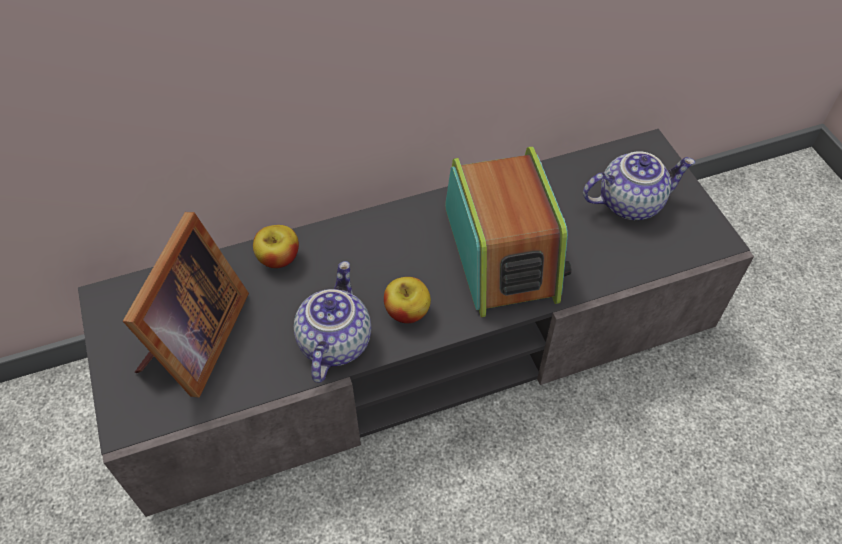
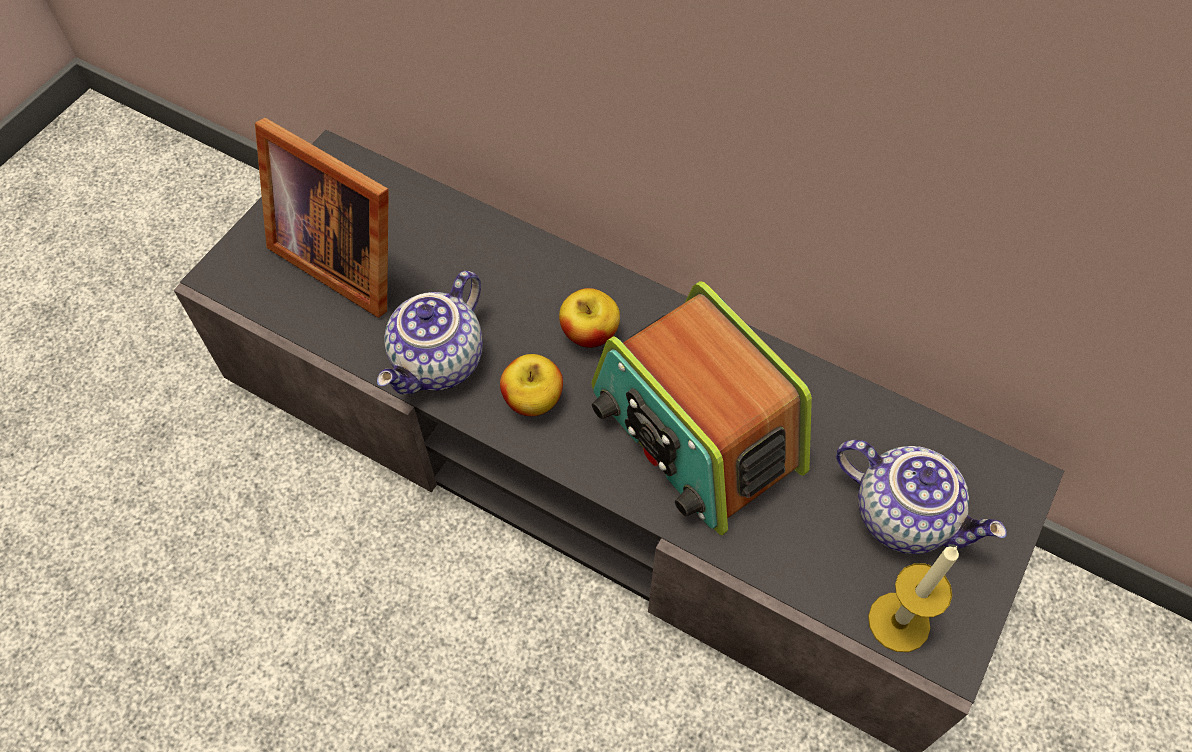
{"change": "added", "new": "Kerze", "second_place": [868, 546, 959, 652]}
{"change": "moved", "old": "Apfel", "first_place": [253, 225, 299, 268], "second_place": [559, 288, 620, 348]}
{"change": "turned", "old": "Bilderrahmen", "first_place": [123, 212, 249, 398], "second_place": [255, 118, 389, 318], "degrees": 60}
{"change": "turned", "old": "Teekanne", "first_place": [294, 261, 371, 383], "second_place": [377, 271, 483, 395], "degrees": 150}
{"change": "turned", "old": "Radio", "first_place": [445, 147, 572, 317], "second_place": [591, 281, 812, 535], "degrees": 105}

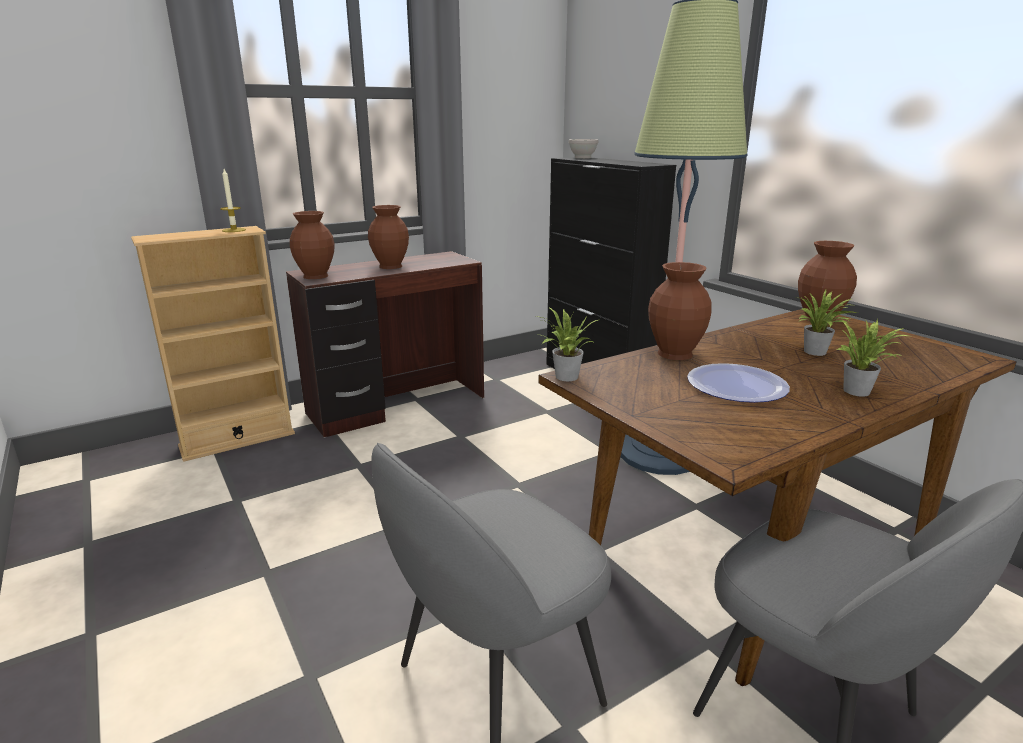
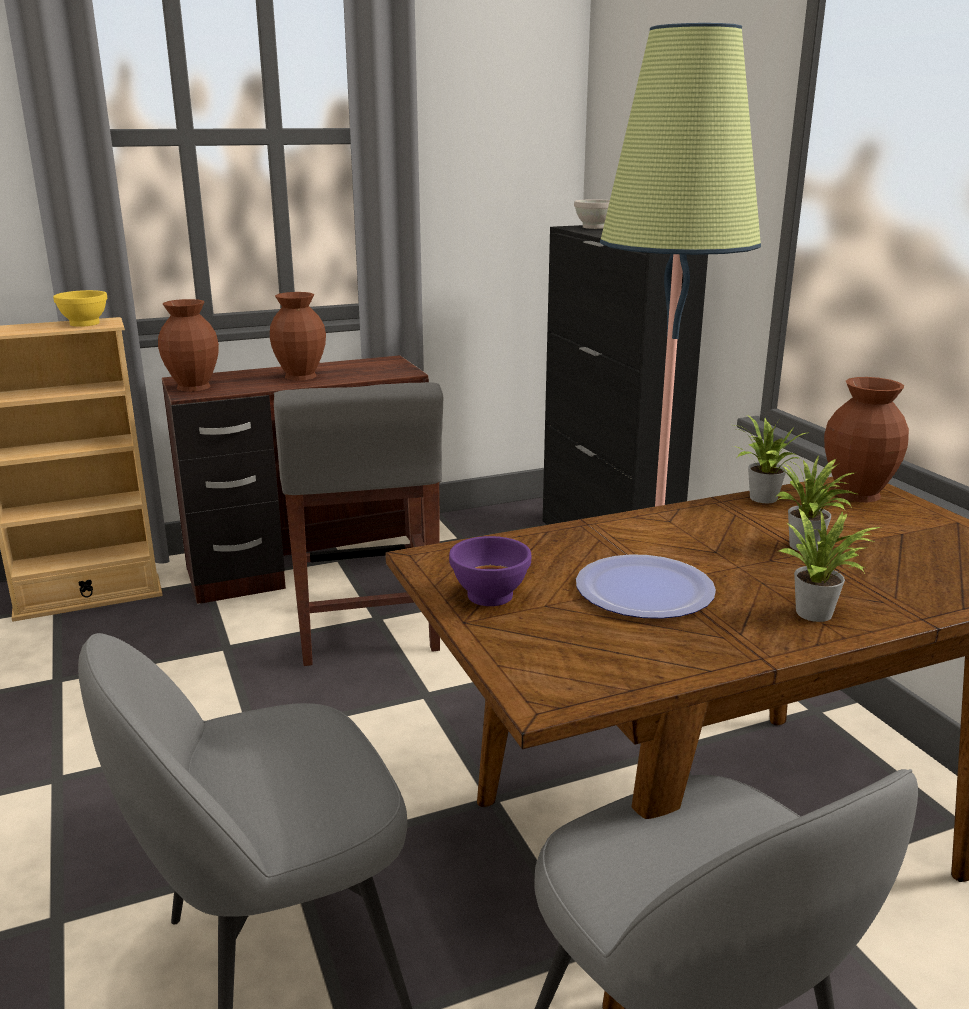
{"change": "removed", "old": "Vase (braun)", "first_place": [648, 262, 711, 360]}
{"change": "added", "new": "Hocker (grau)", "second_place": [274, 382, 443, 666]}
{"change": "added", "new": "Schüssel (lila)", "second_place": [449, 536, 531, 606]}
{"change": "moved", "old": "Topfpflanze", "first_place": [541, 307, 598, 381], "second_place": [732, 415, 806, 503]}
{"change": "replaced", "old": "Kerze", "new": "Schüssel (gelb)", "first_place": [220, 169, 246, 232], "second_place": [53, 290, 107, 327]}

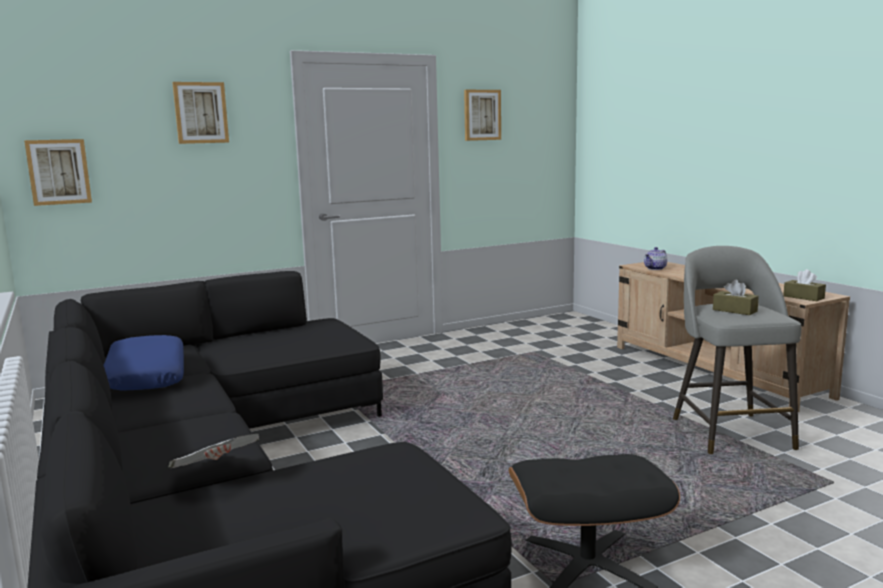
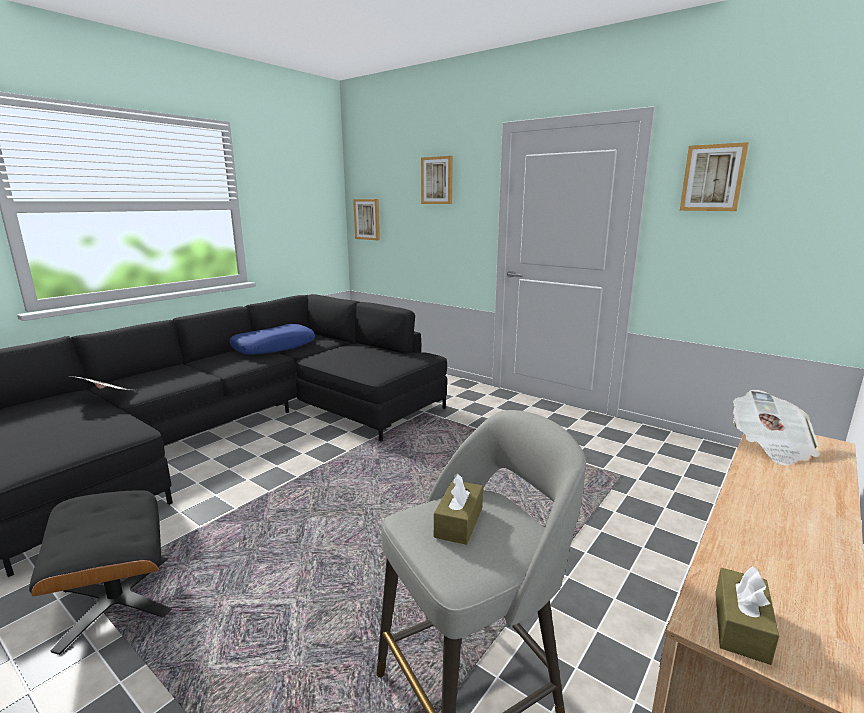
{"change": "replaced", "old": "Teekanne", "new": "Zeitung", "first_place": [644, 247, 667, 270], "second_place": [733, 390, 820, 465]}

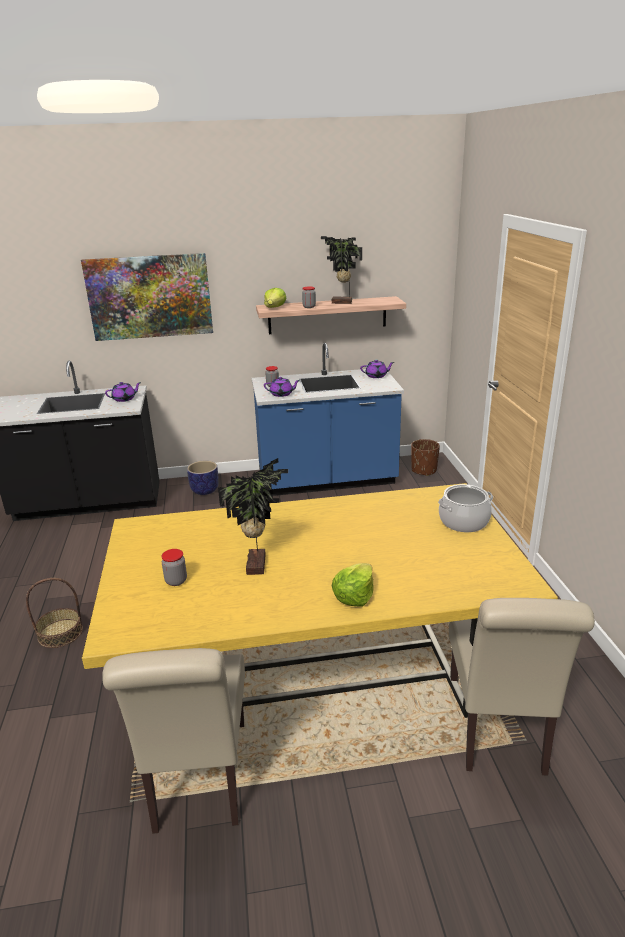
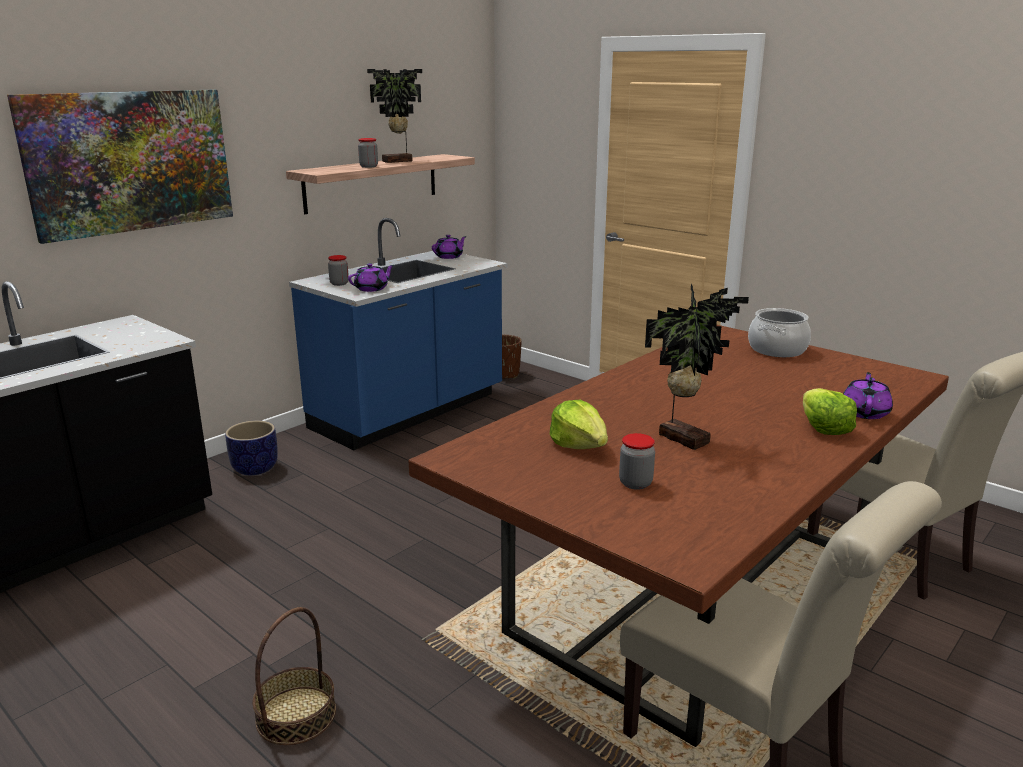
{"change": "moved", "old": "Teekanne (lila)", "first_place": [105, 382, 141, 402], "second_place": [843, 372, 893, 419]}
{"change": "moved", "old": "Salatkopf", "first_place": [264, 288, 286, 308], "second_place": [550, 400, 608, 449]}
{"change": "recoloured", "old": "Esstisch (gelb)", "new": "Esstisch (braun)", "first_place": [82, 483, 558, 718], "second_place": [409, 325, 949, 747]}

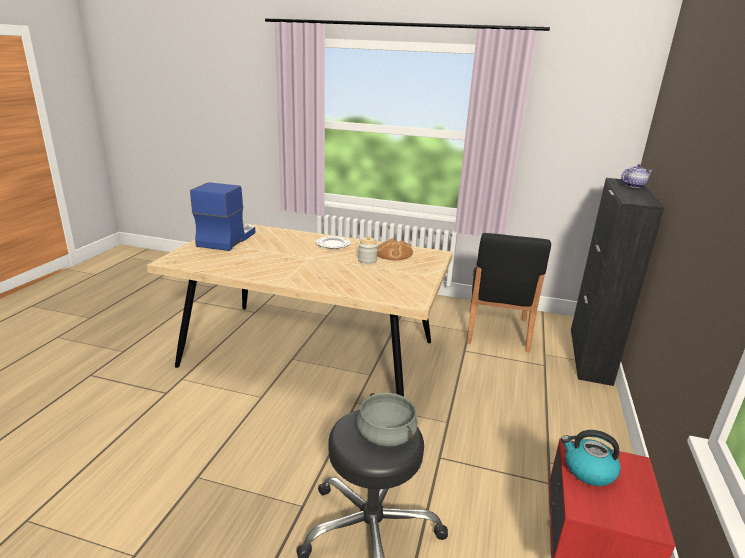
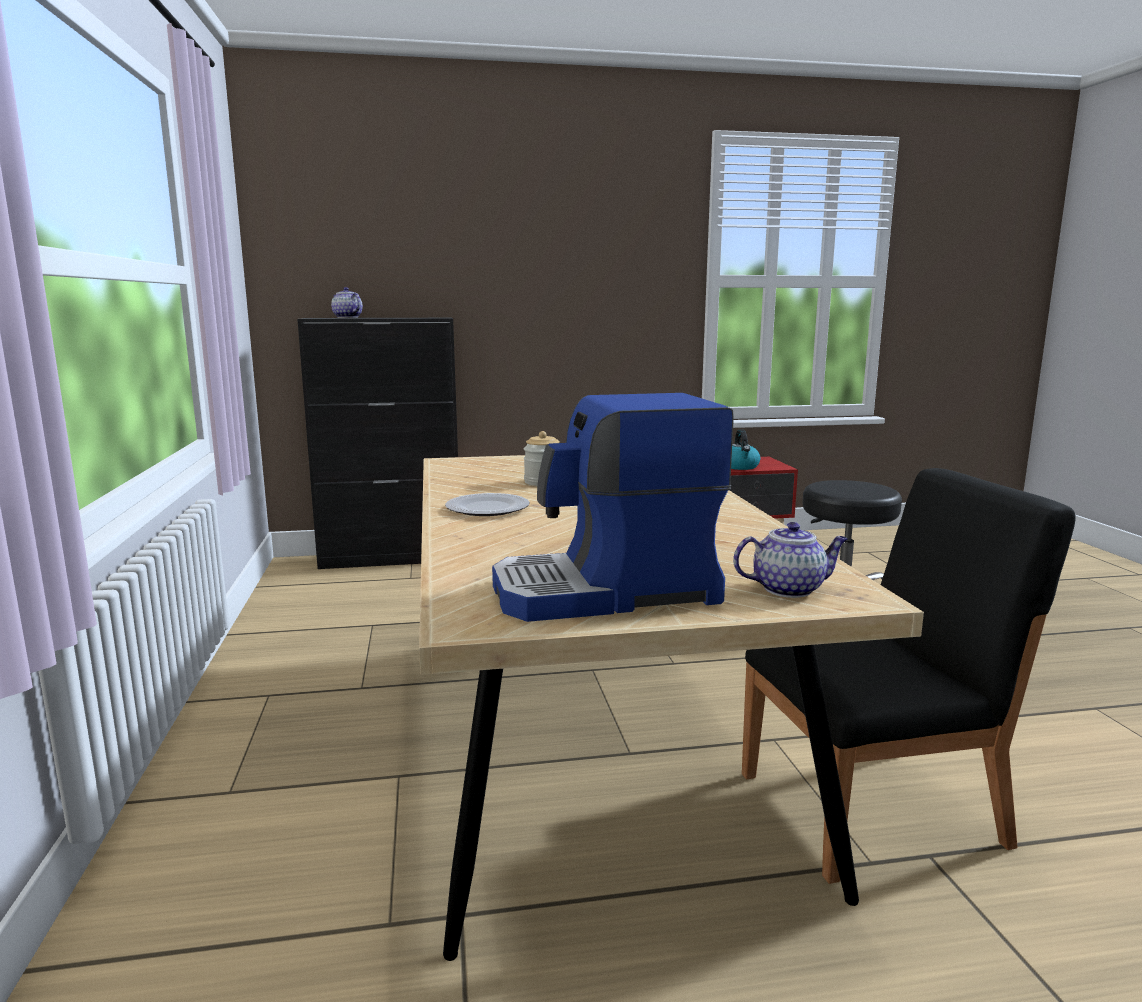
{"change": "removed", "old": "Kochtopf (grau)", "first_place": [357, 393, 418, 447]}
{"change": "removed", "old": "Brot", "first_place": [377, 238, 413, 261]}
{"change": "added", "new": "Teekanne", "second_place": [733, 522, 848, 598]}
{"change": "moved", "old": "Stuhl (schwarz)", "first_place": [467, 233, 551, 352], "second_place": [742, 468, 1075, 884]}

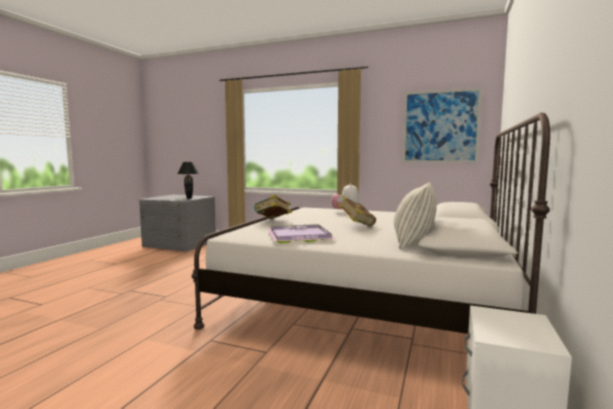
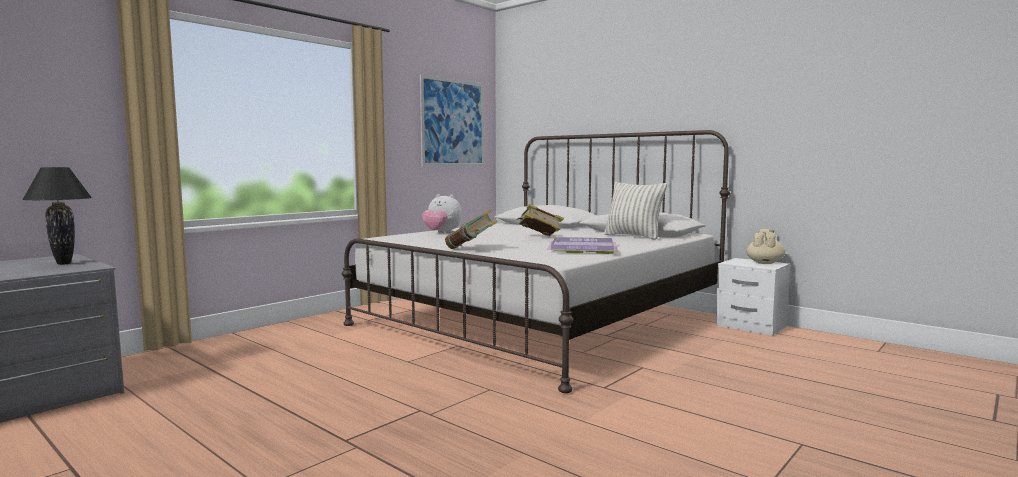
{"change": "added", "new": "Teekanne (beige)", "second_place": [747, 229, 785, 264]}

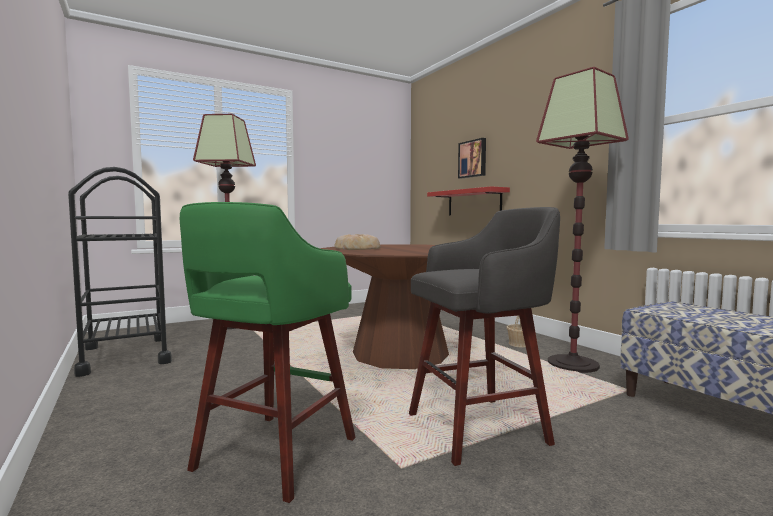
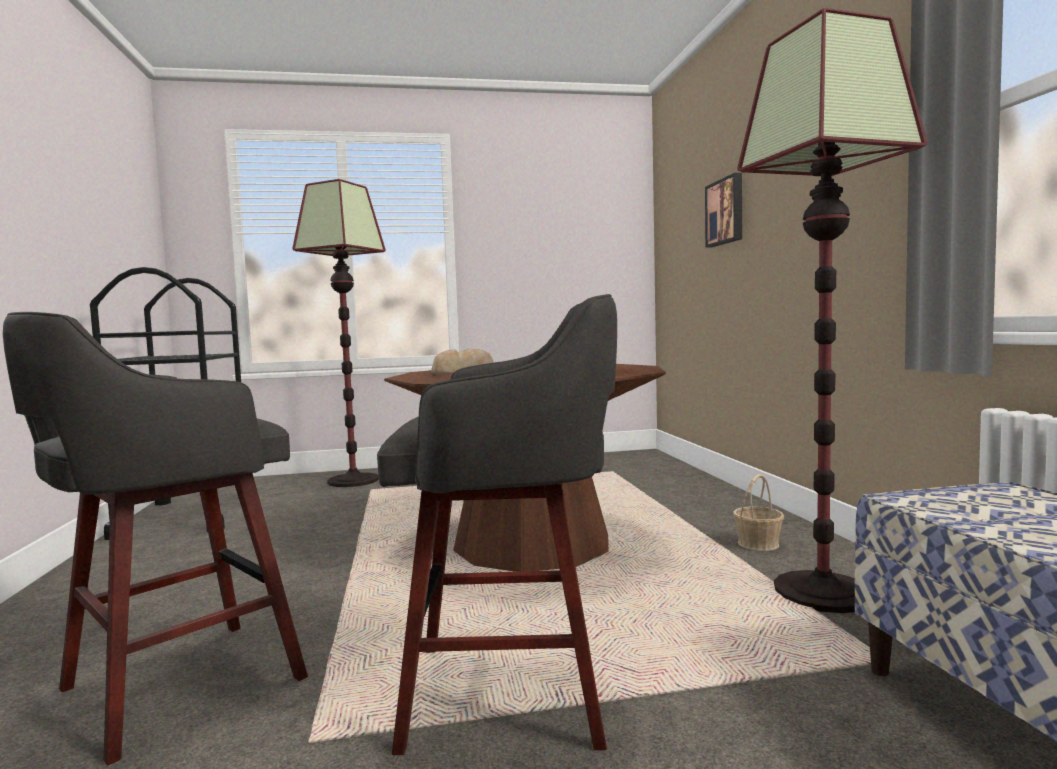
{"change": "removed", "old": "Wandregal (rot)", "first_place": [427, 186, 510, 215]}
{"change": "recoloured", "old": "Hocker (grün)", "new": "Hocker (grau)", "first_place": [180, 202, 356, 503], "second_place": [3, 312, 308, 765]}

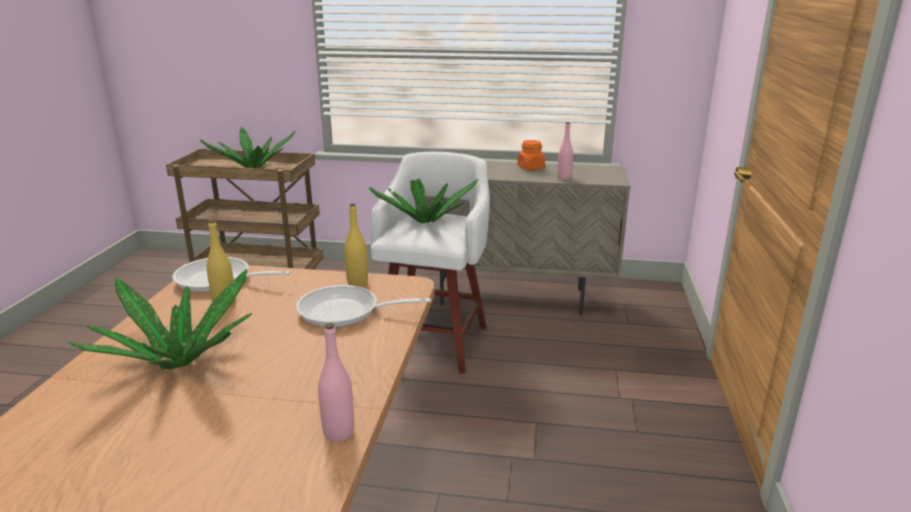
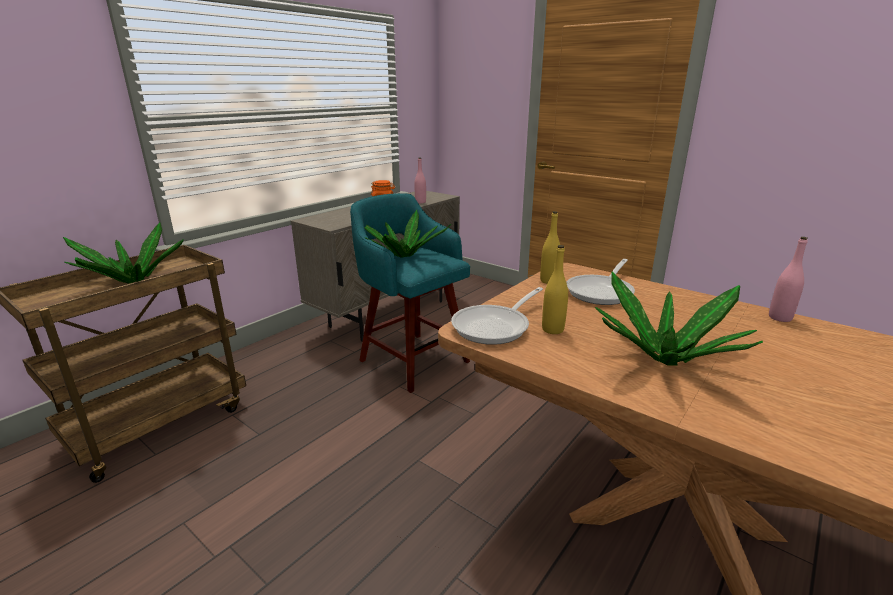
{"change": "recoloured", "old": "Hocker (weiß)", "new": "Hocker (türkis)", "first_place": [371, 152, 490, 374], "second_place": [350, 193, 470, 393]}

